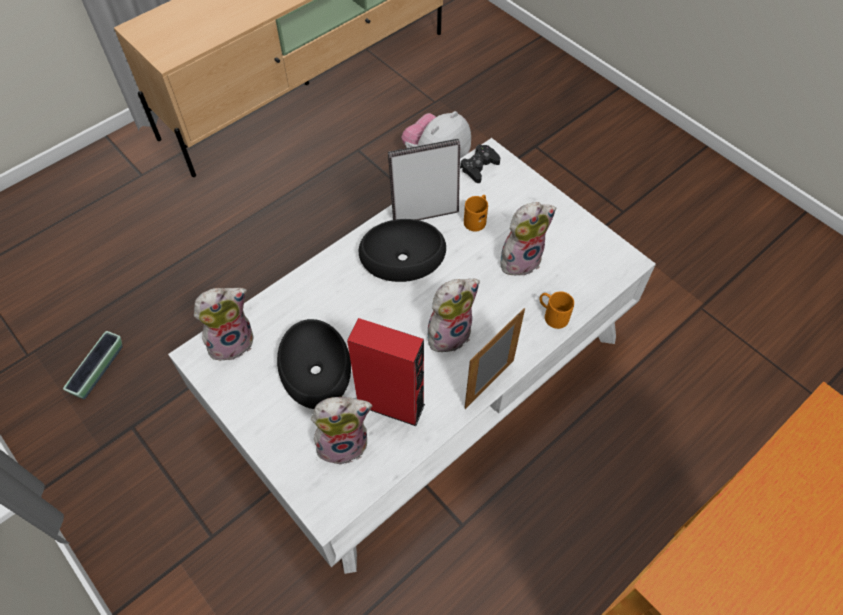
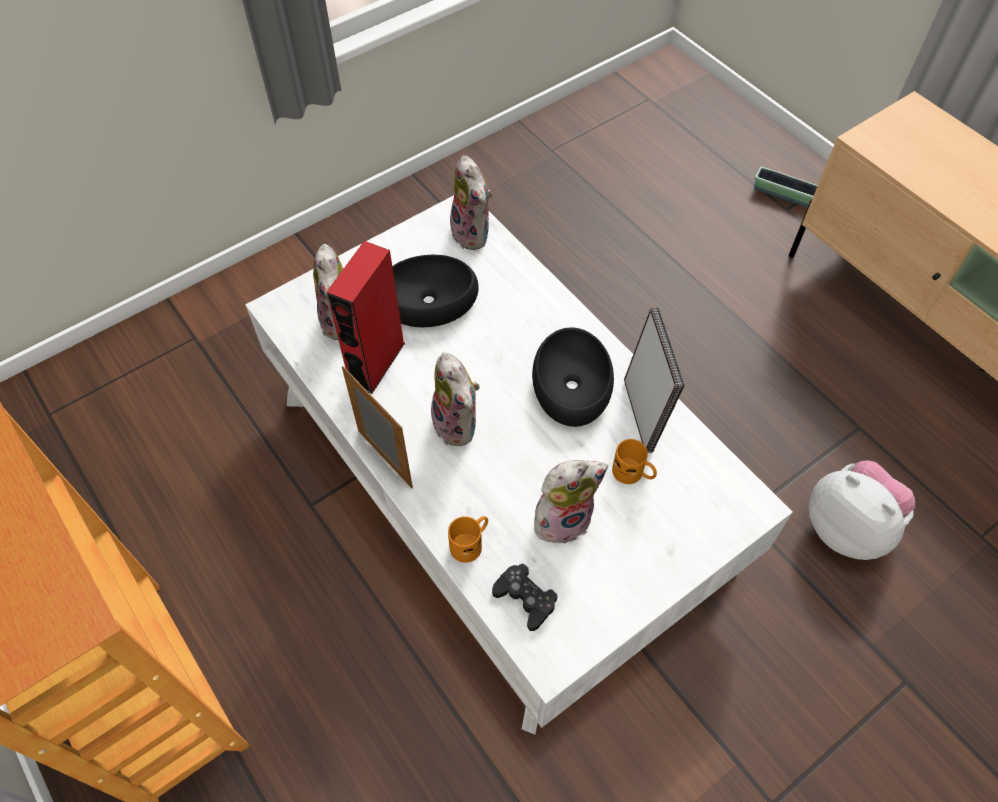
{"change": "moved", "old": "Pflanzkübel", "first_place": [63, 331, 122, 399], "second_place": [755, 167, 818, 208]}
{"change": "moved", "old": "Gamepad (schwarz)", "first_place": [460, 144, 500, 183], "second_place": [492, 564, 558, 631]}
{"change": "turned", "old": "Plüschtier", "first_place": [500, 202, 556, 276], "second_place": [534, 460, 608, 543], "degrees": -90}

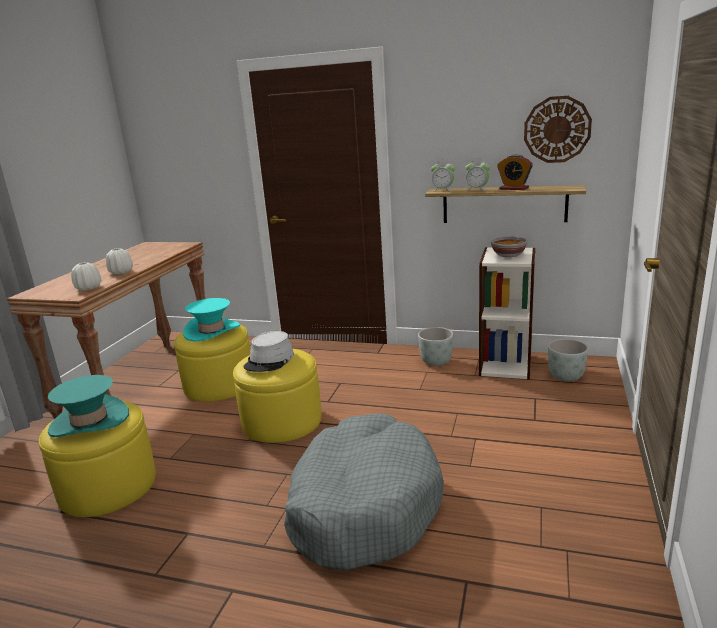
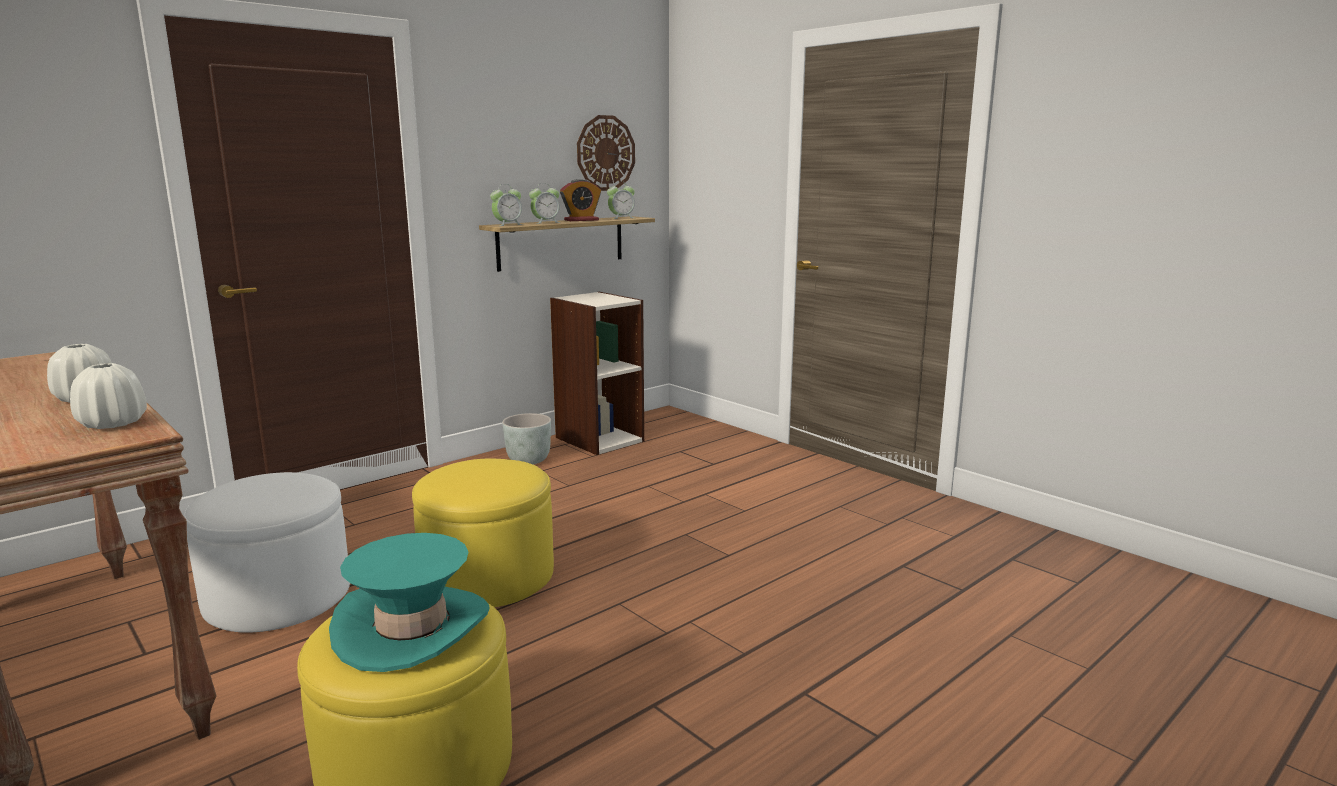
{"change": "removed", "old": "Hut (türkis)", "first_place": [183, 298, 240, 342]}
{"change": "removed", "old": "Hut (grau)", "first_place": [244, 331, 294, 372]}
{"change": "removed", "old": "Hundebett (grau)", "first_place": [284, 413, 444, 570]}
{"change": "removed", "old": "Schüssel", "first_place": [491, 236, 527, 257]}
{"change": "removed", "old": "Pflanzkübel (grau)", "first_place": [548, 339, 588, 382]}
{"change": "added", "new": "Wecker", "second_place": [607, 181, 635, 219]}
{"change": "recoloured", "old": "Polsterhocker (gelb)", "new": "Polsterhocker (weiß)", "first_place": [174, 324, 250, 402], "second_place": [183, 472, 350, 633]}

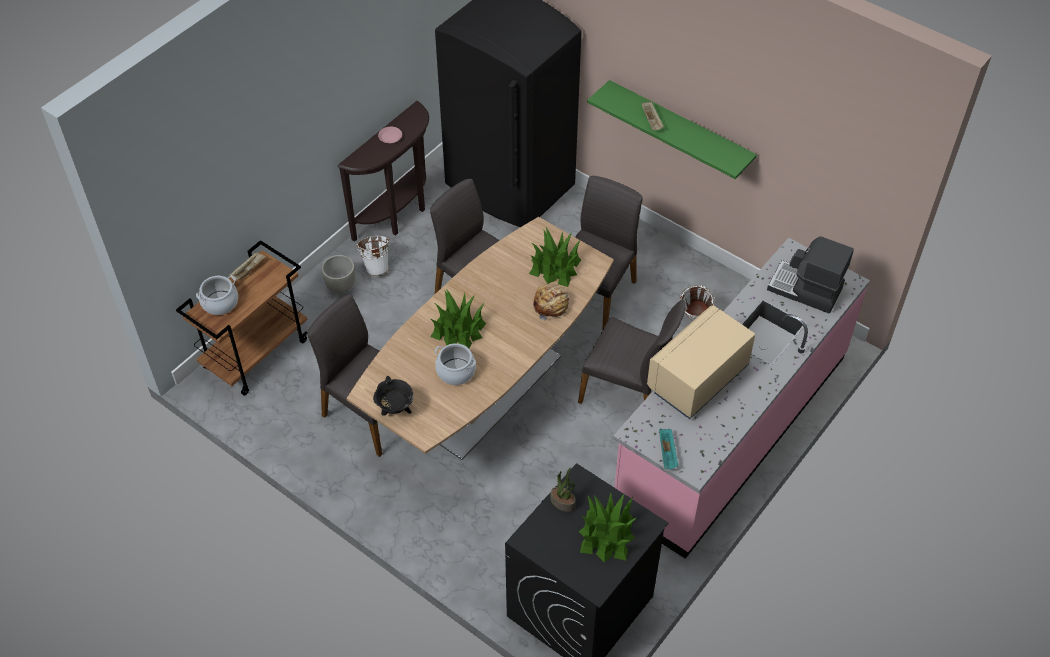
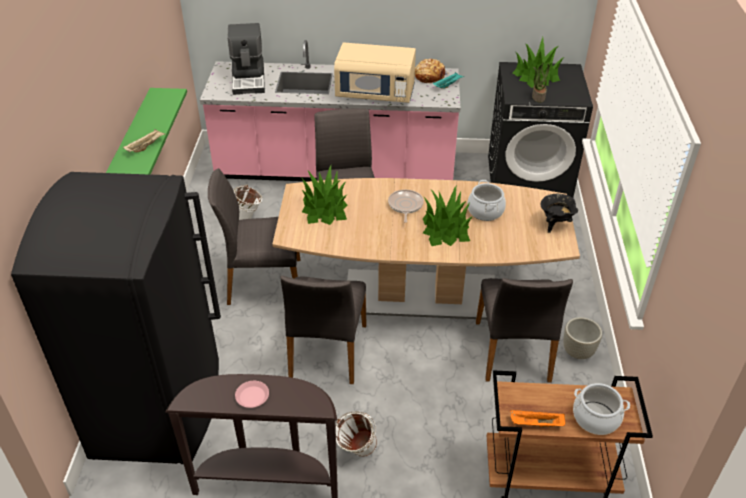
{"change": "added", "new": "Pfanne", "second_place": [388, 190, 424, 223]}
{"change": "moved", "old": "Pflanzkübel (grau)", "first_place": [321, 255, 355, 293], "second_place": [564, 317, 602, 359]}
{"change": "moved", "old": "Brot", "first_place": [533, 284, 569, 320], "second_place": [415, 59, 449, 83]}
{"change": "recoloured", "old": "Tablett (beige)", "new": "Tablett (orange)", "first_place": [229, 252, 266, 281], "second_place": [510, 410, 566, 427]}

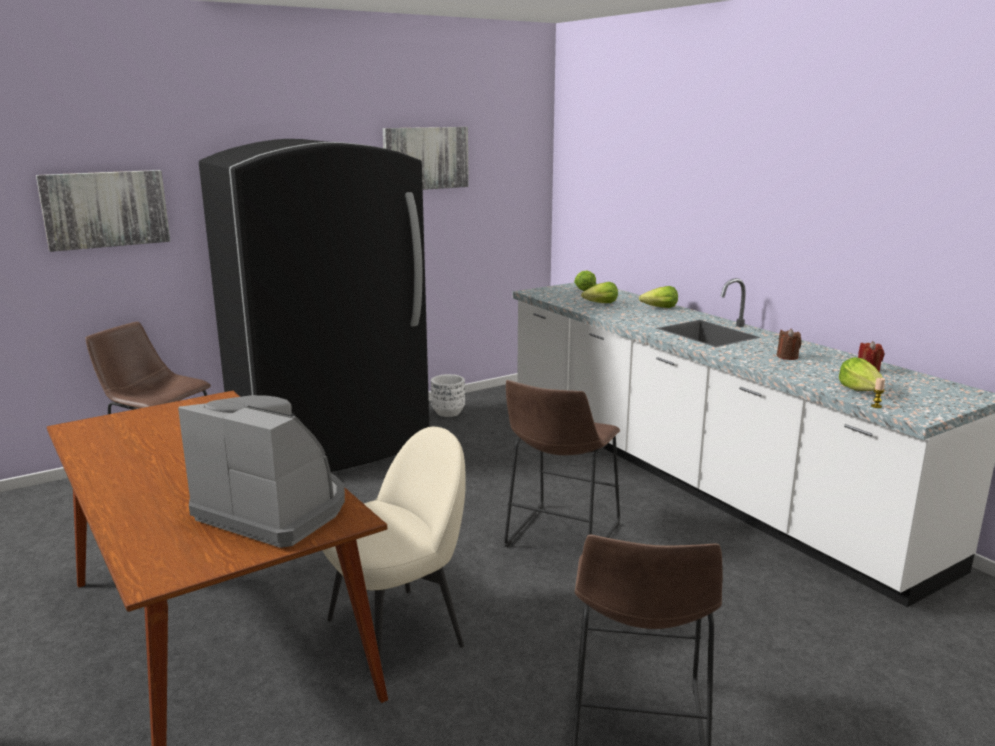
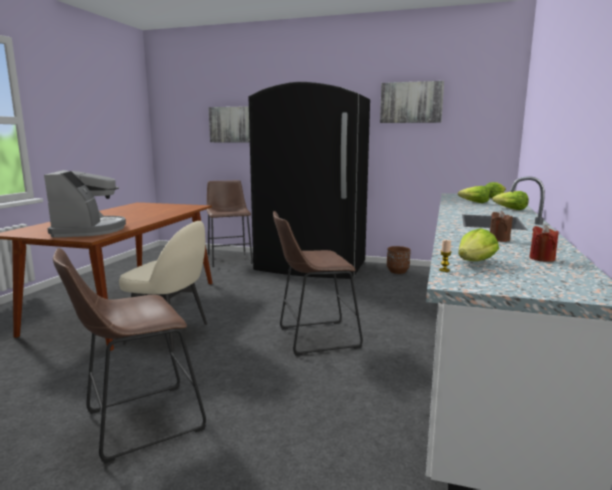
{"change": "recoloured", "old": "Pflanzkübel (weiß)", "new": "Pflanzkübel (braun)", "first_place": [431, 374, 465, 417], "second_place": [387, 246, 410, 274]}

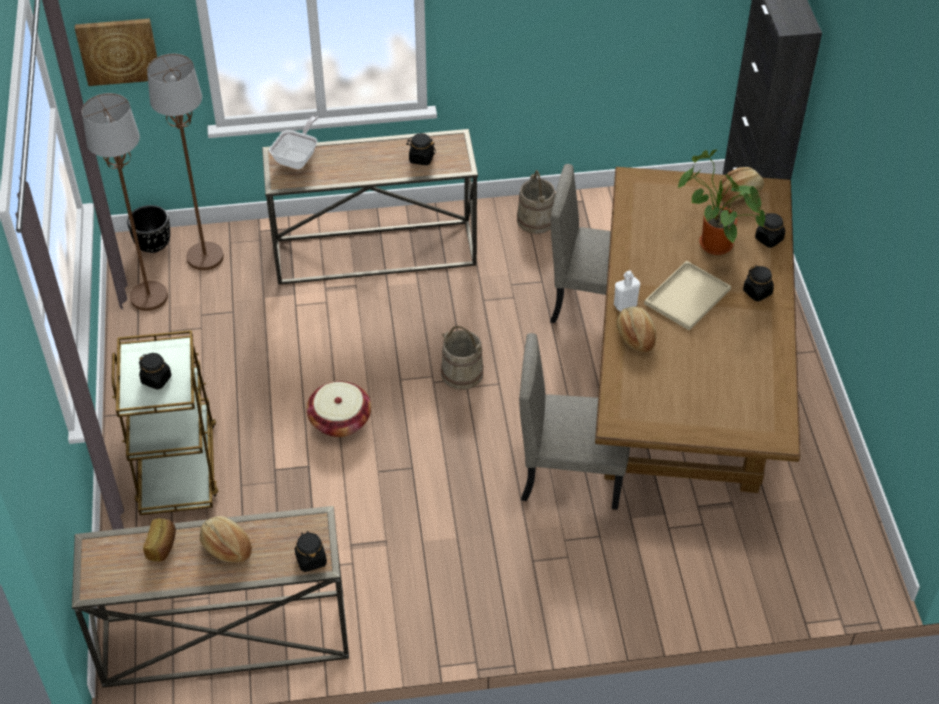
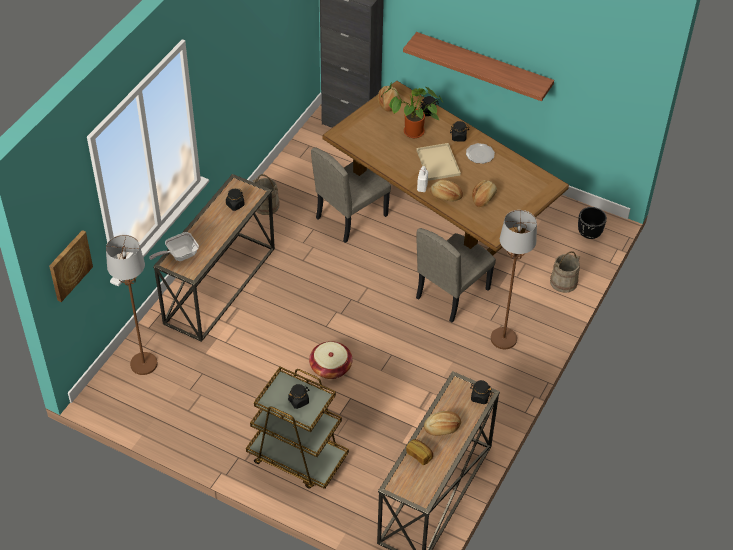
{"change": "added", "new": "Wandregal", "second_place": [403, 32, 554, 101]}
{"change": "added", "new": "Teller", "second_place": [466, 143, 495, 164]}
{"change": "added", "new": "Brot", "second_place": [472, 180, 497, 207]}
{"change": "moved", "old": "Stehlampe (braun)", "first_place": [82, 93, 168, 311], "second_place": [491, 210, 537, 349]}
{"change": "moved", "old": "Pflanzkübel (schwarz)", "first_place": [127, 205, 170, 253], "second_place": [578, 207, 607, 239]}
{"change": "moved", "old": "Eimer (beige)", "first_place": [441, 326, 484, 390], "second_place": [550, 251, 580, 293]}
{"change": "turned", "old": "Pfanne", "first_place": [269, 116, 318, 169], "second_place": [149, 232, 199, 261], "degrees": -90}

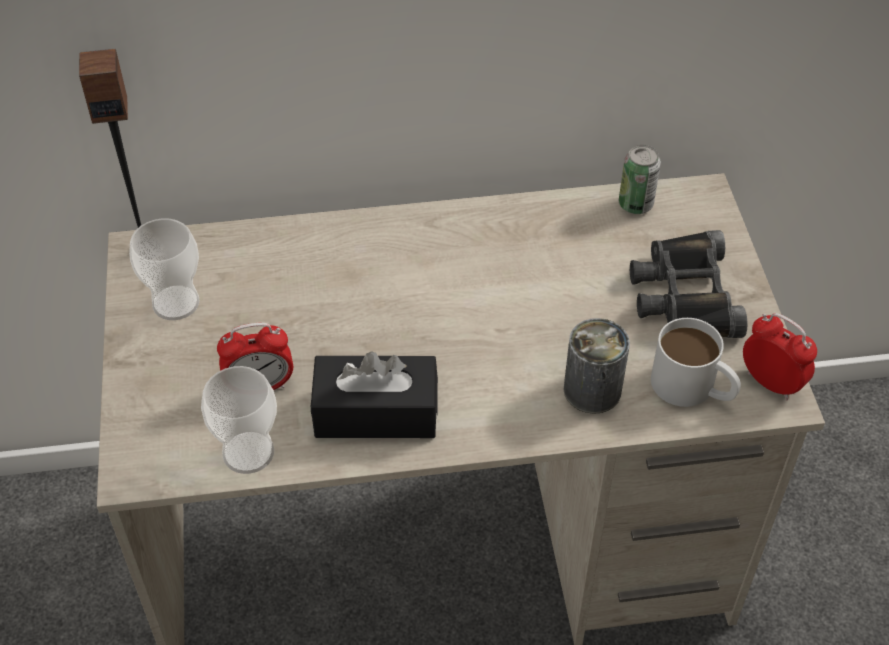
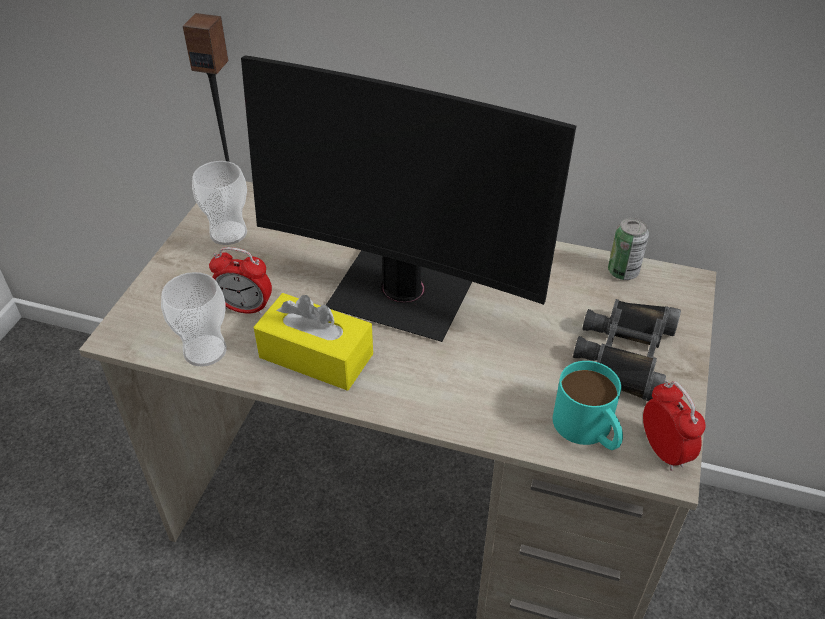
{"change": "removed", "old": "Dose", "first_place": [563, 318, 630, 414]}
{"change": "added", "new": "Monitor", "second_place": [241, 55, 576, 342]}
{"change": "recoloured", "old": "Taschentuchbox (schwarz)", "new": "Taschentuchbox (gelb)", "first_place": [311, 351, 438, 438], "second_place": [254, 293, 373, 390]}
{"change": "recoloured", "old": "Henkelbecher (weiß)", "new": "Henkelbecher (türkis)", "first_place": [651, 318, 741, 407], "second_place": [553, 361, 623, 450]}

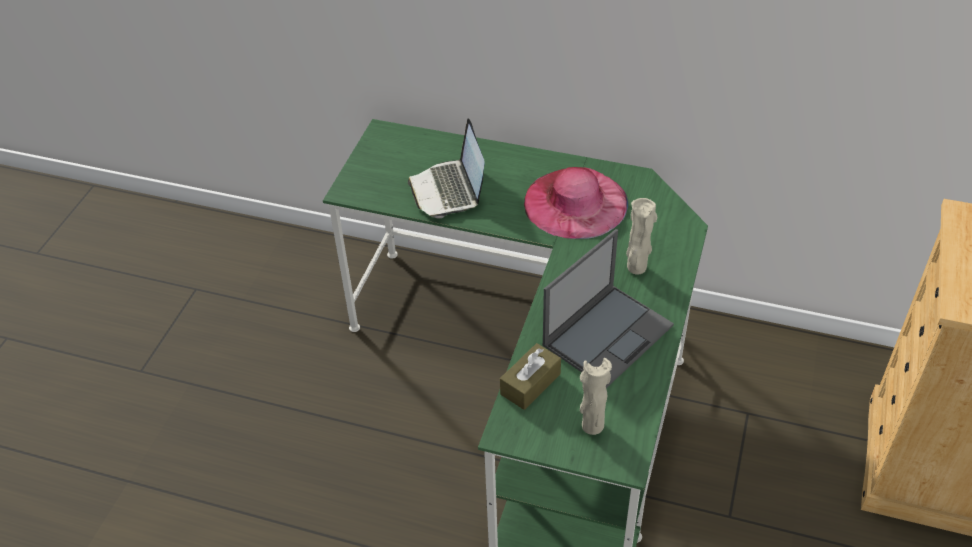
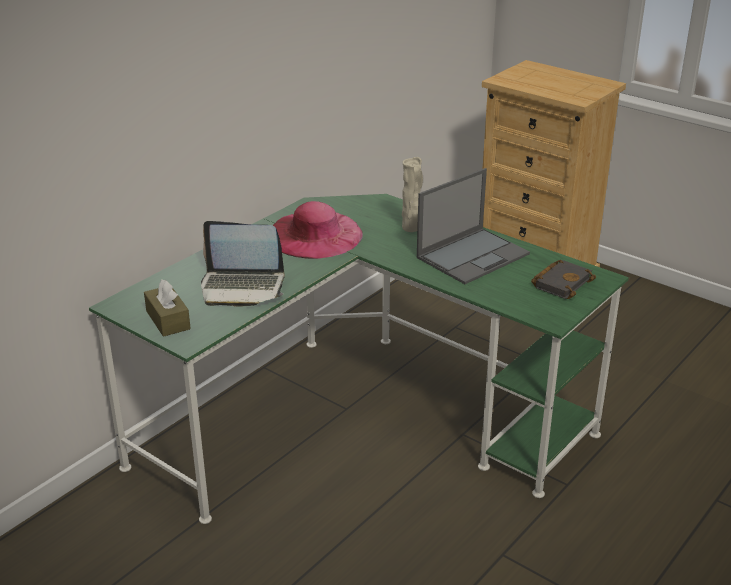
{"change": "moved", "old": "Taschentuchbox (braun)", "first_place": [500, 343, 561, 410], "second_place": [144, 279, 191, 337]}
{"change": "replaced", "old": "Vase (beige)", "new": "Buch (schwarz)", "first_place": [580, 358, 612, 435], "second_place": [531, 260, 596, 299]}
{"change": "turned", "old": "Laptop", "first_place": [543, 229, 674, 388], "second_place": [417, 168, 530, 284], "degrees": 75}

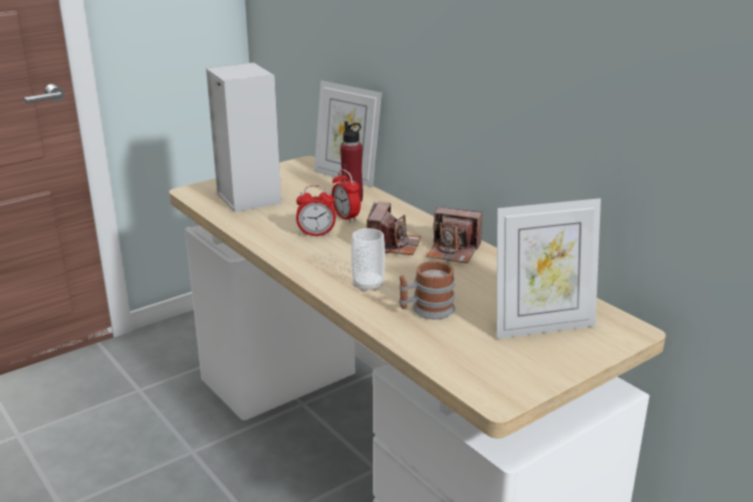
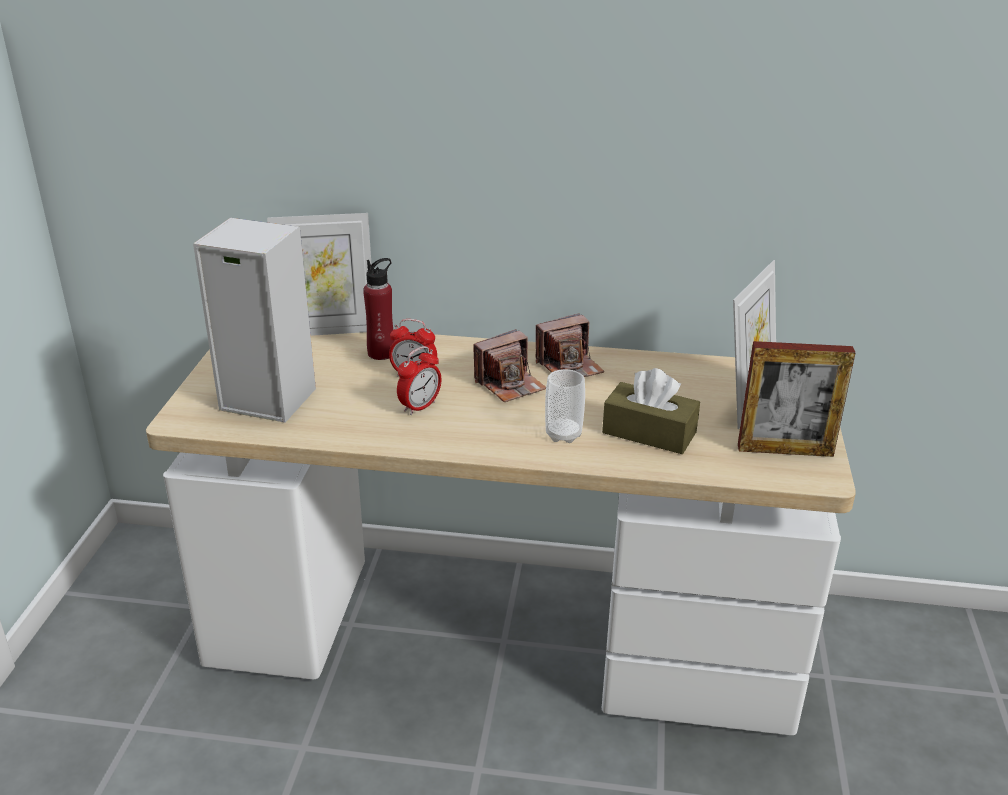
{"change": "added", "new": "Bilderrahmen", "second_place": [738, 341, 855, 457]}
{"change": "replaced", "old": "Henkelbecher", "new": "Taschentuchbox (braun)", "first_place": [399, 261, 455, 319], "second_place": [602, 368, 700, 454]}
{"change": "turned", "old": "Kamera", "first_place": [367, 202, 421, 255], "second_place": [473, 329, 546, 402], "degrees": 90}

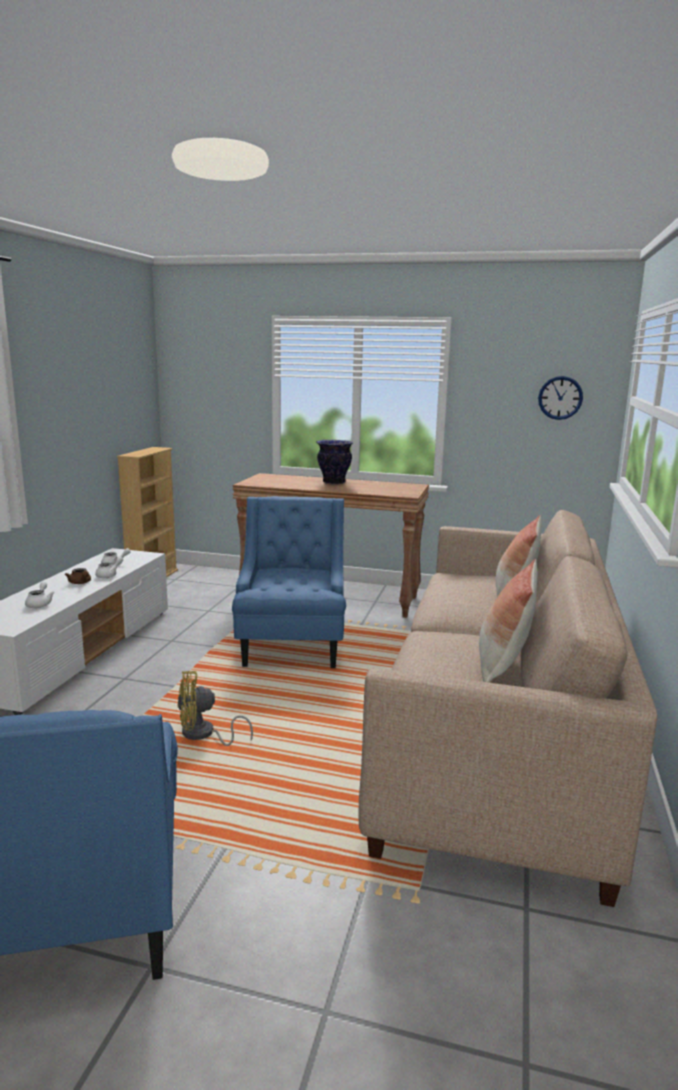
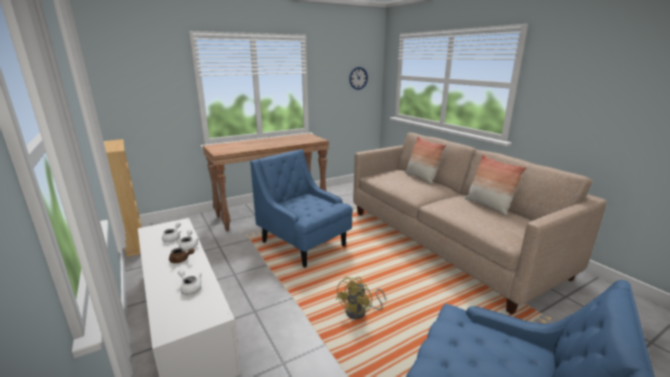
{"change": "removed", "old": "Vase", "first_place": [316, 440, 354, 485]}

